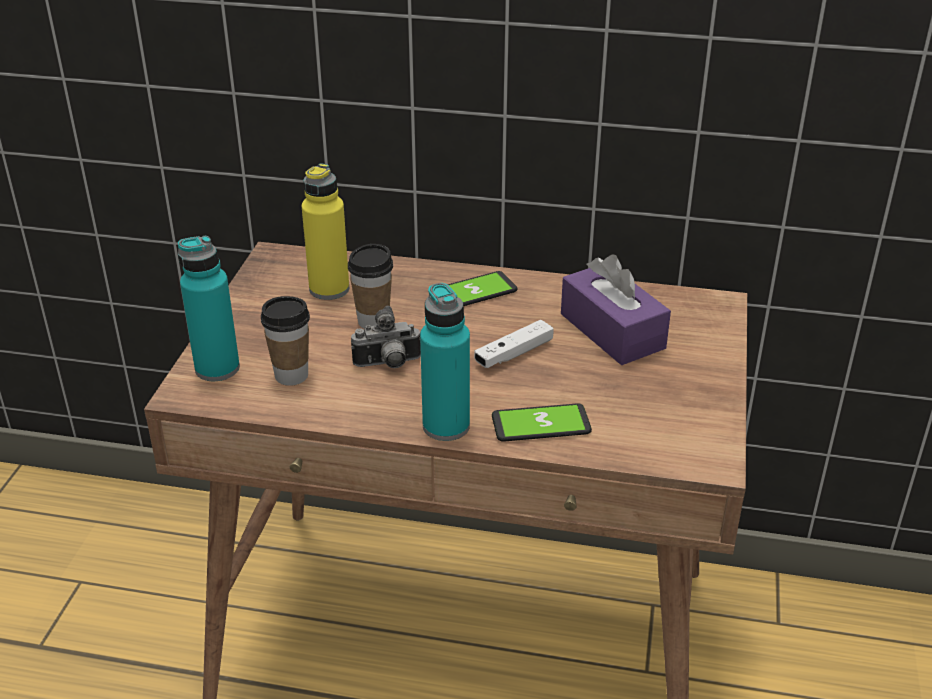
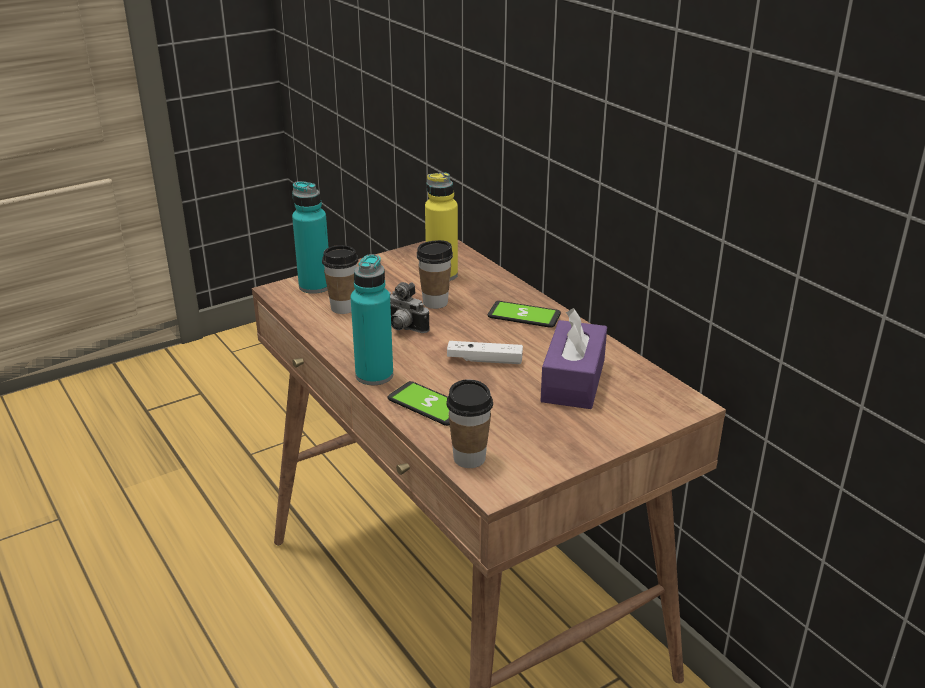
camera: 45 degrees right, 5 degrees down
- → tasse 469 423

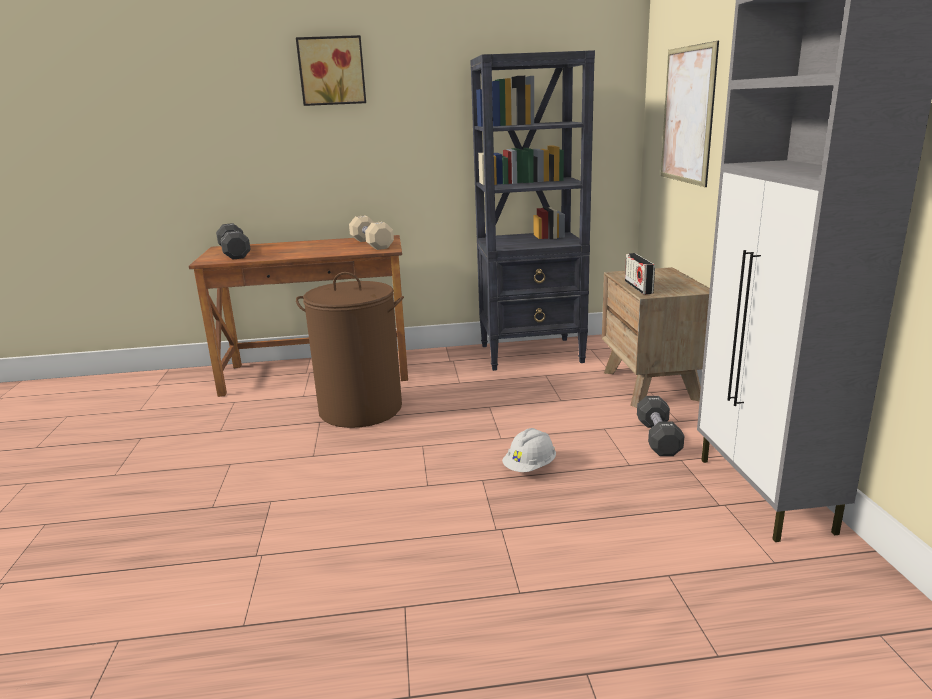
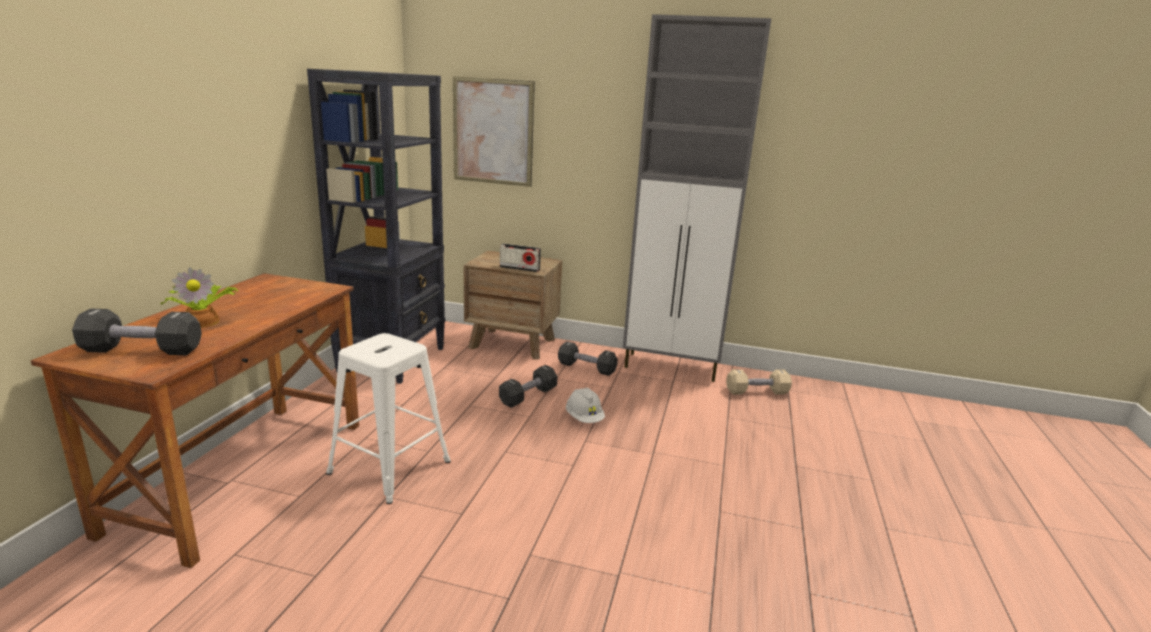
camera: 70 degrees left, 0 degrees up
tableau 331 70 → -
- → plante en pot 199 297
- → haltère (noir) 528 386
haltère (beige) 371 232 → haltère (beige) 759 381, moved
panier à linge (marron) 350 350 → tabouret (blanc) 388 418

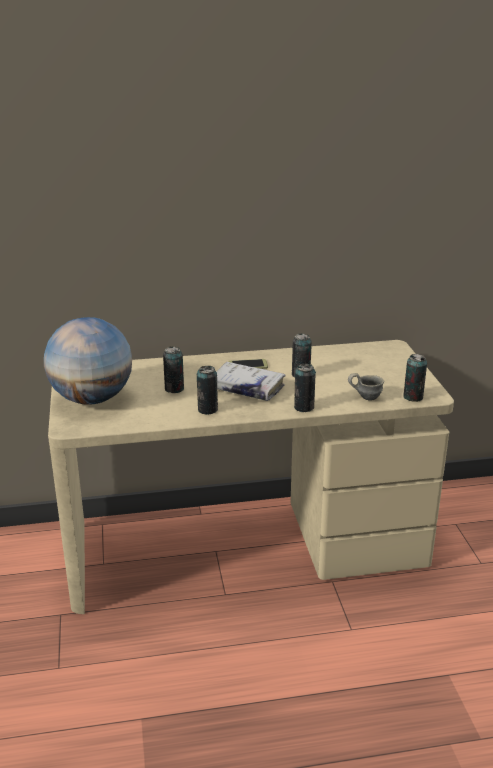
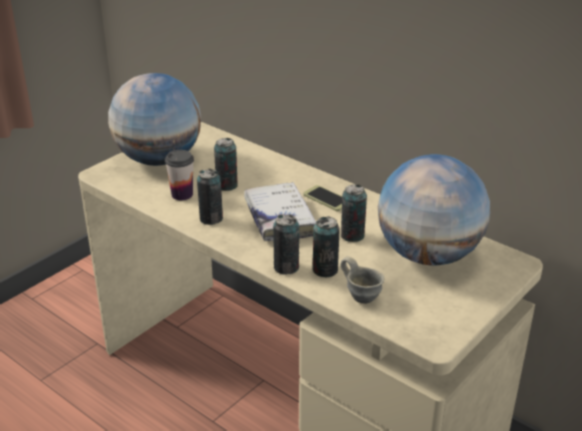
camera: 50 degrees right, 5 degrees up
- → tasse 179 175
- → globe 434 209
boîte métallique 415 378 → boîte métallique 325 247, moved

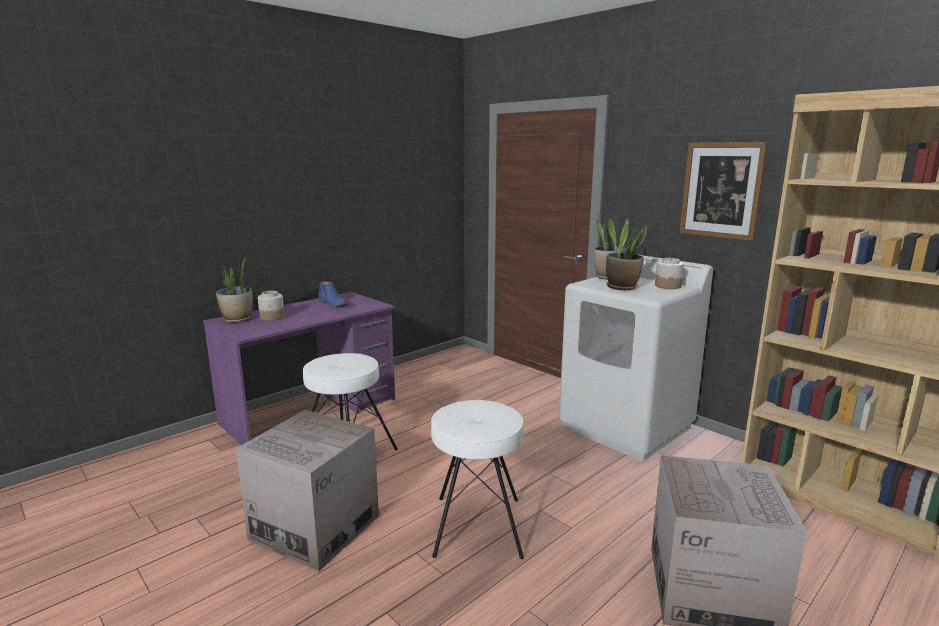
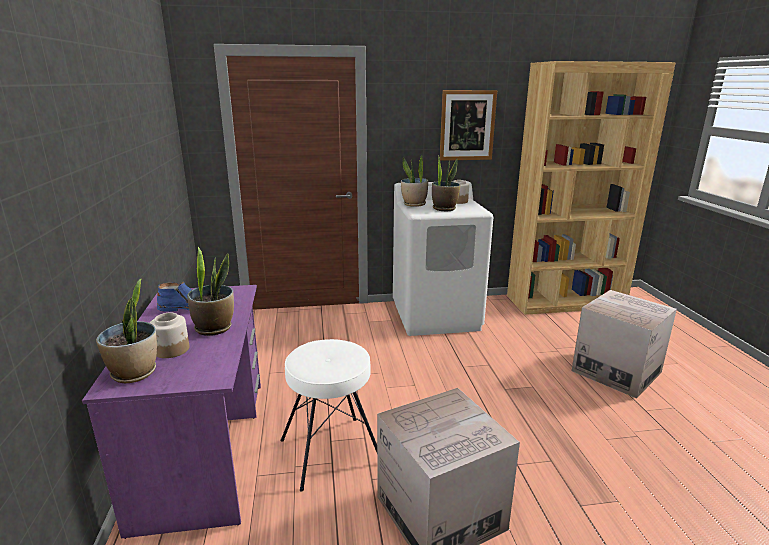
camera: 55 degrees left, 5 degrees up
tabouret (blanc) 477 479 → -
- → plante en pot 210 291

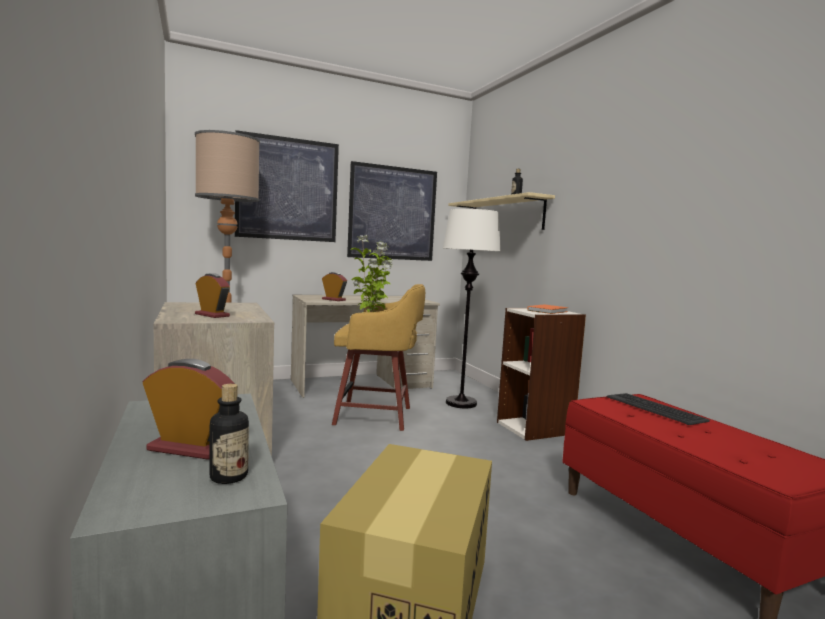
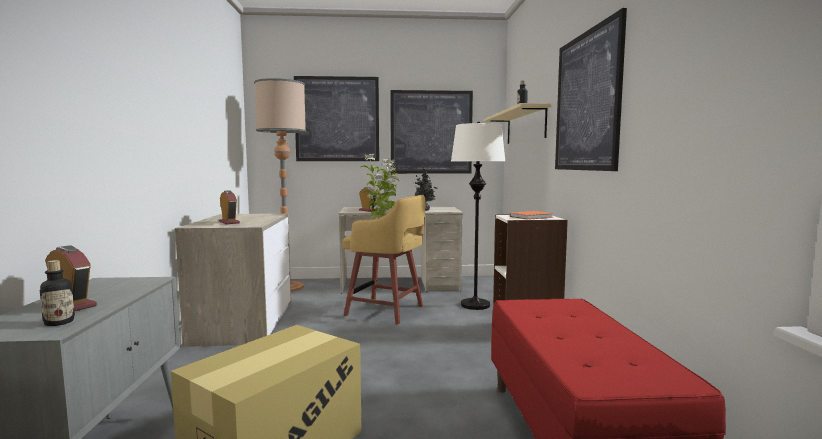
camera: 20 degrees right, 0 degrees up
clavier 658 409 → -
- → plante en pot 426 189
- → tableau 591 89

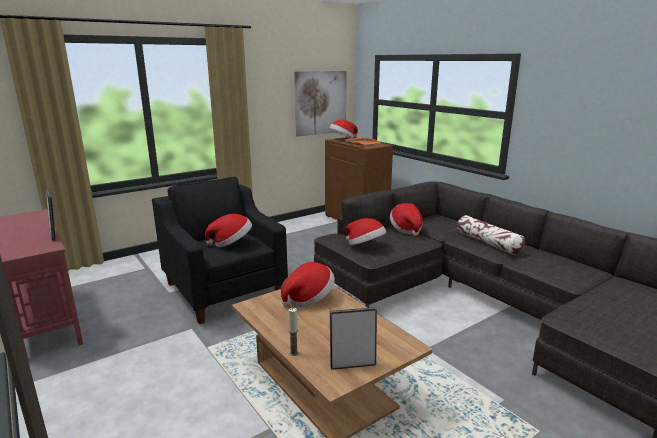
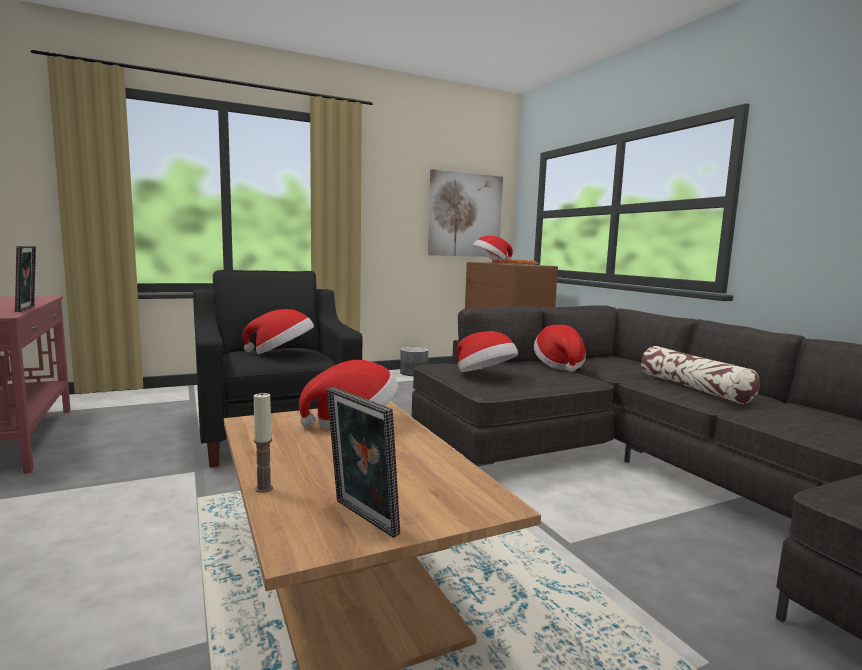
camera: 10 degrees right, 10 degrees down
- → cache-pot (gris) 414 361
cadre photo 353 338 → cadre photo 363 462, 135 degrees counterclockwise

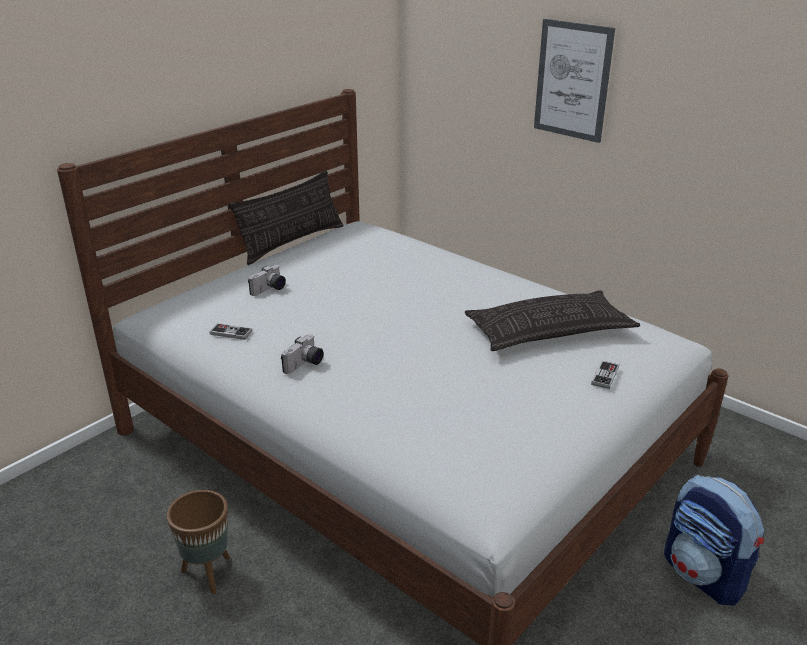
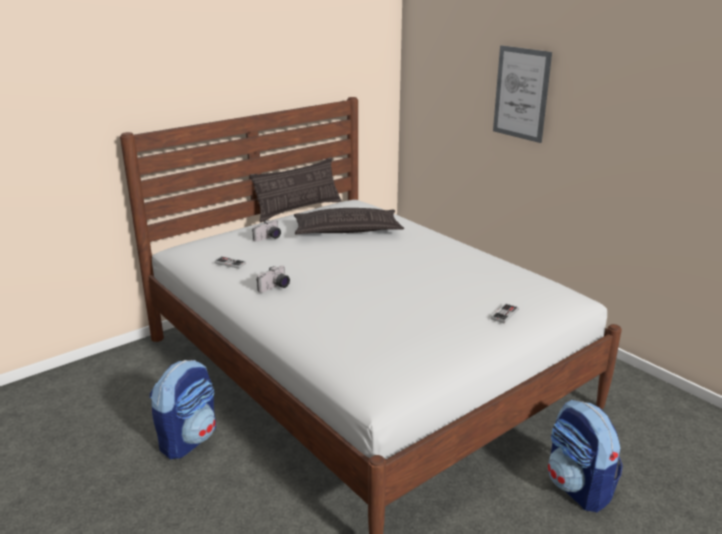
camera: 10 degrees right, 5 degrees down
coussin 552 320 → coussin 349 221, moved
cache-pot (marron) 198 542 → sac à dos 182 409

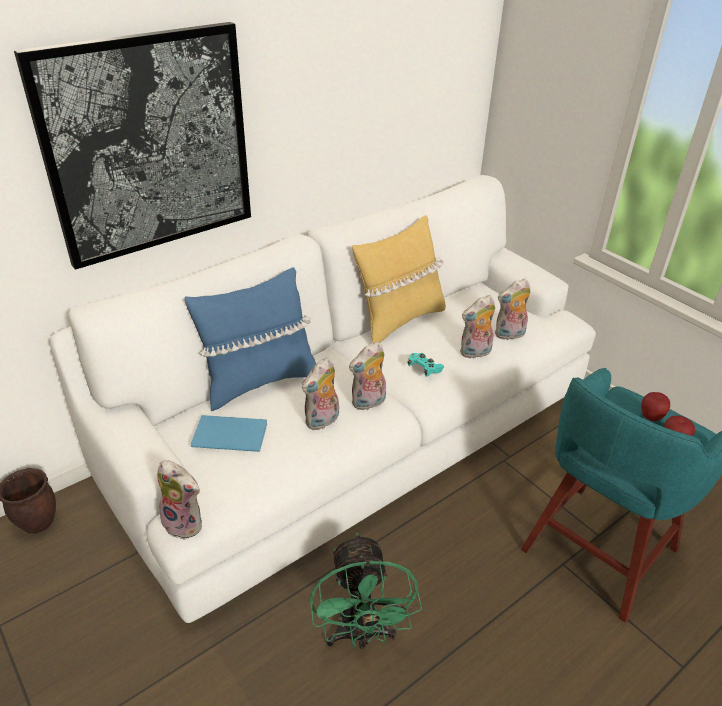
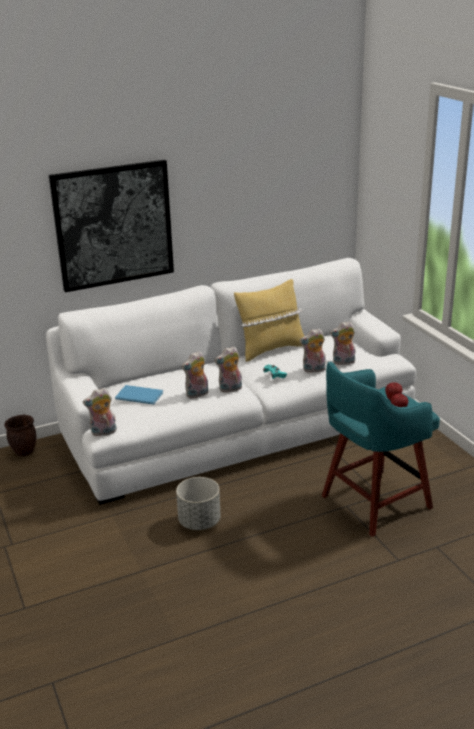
camera: 15 degrees right, 10 degrees down
coussin (bleu) 250 339 → -
ventilateur (vert) 366 590 → cache-pot (gris) 198 503
peluche 179 500 → peluche 100 412, 120 degrees clockwise

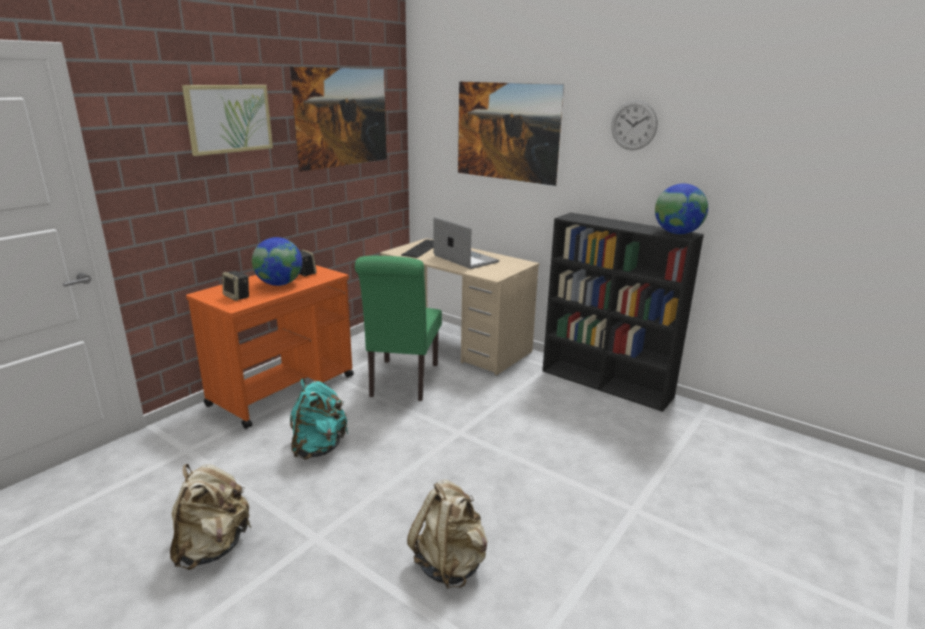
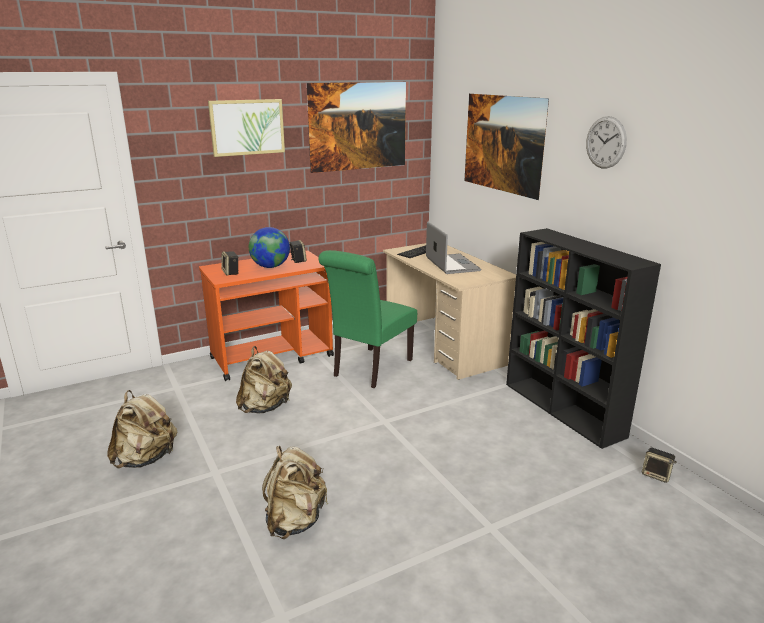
camera: 25 degrees right, 0 degrees up
globe 681 209 → -
- → enceinte 659 465
sac à dos (turquoise) 319 419 → sac à dos (beige) 264 380

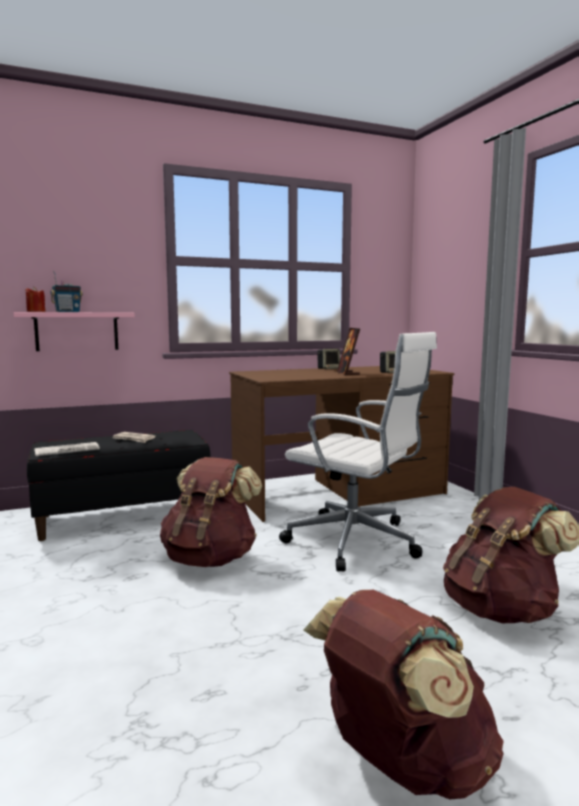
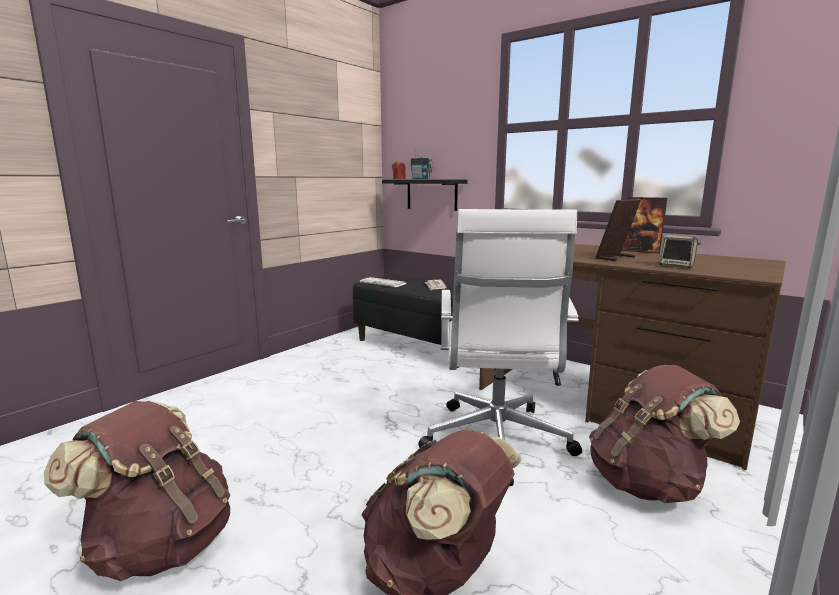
camera: 60 degrees right, 5 degrees up
sac à dos (marron) 211 512 → sac à dos (marron) 664 434, moved
enceinte 328 359 → cadre photo 644 225
étagère (rose) 74 331 → étagère (noir) 424 195

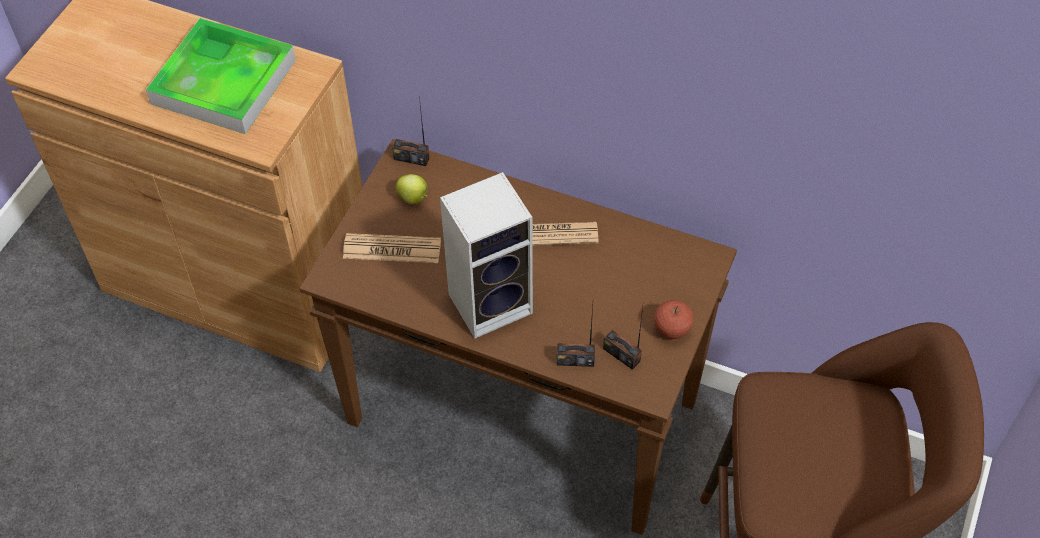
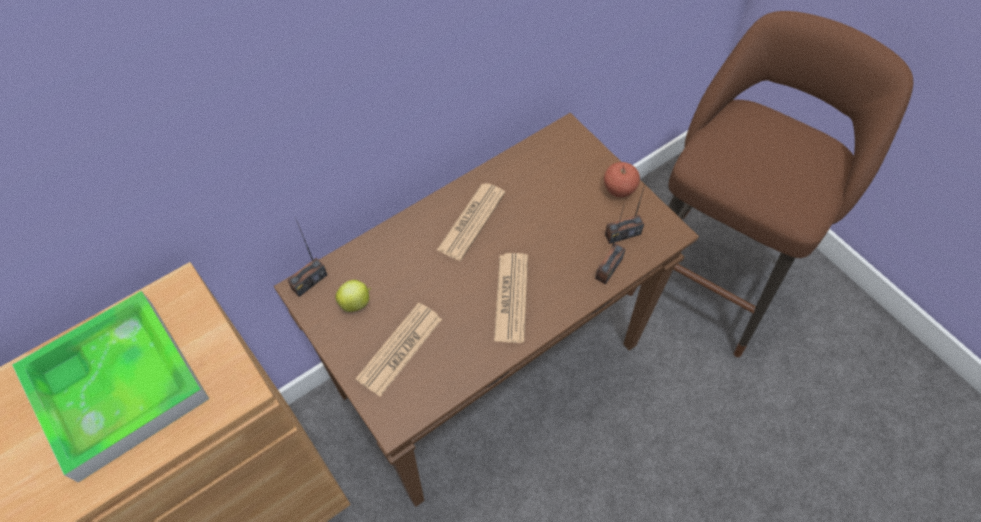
camera: 60 degrees left, 5 degrees up
enceinte 486 255 → journal 511 298

